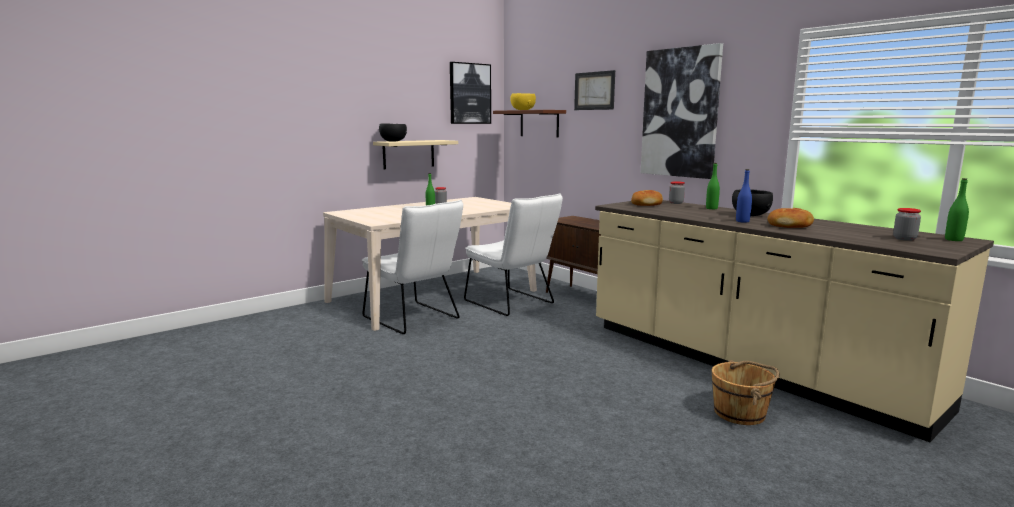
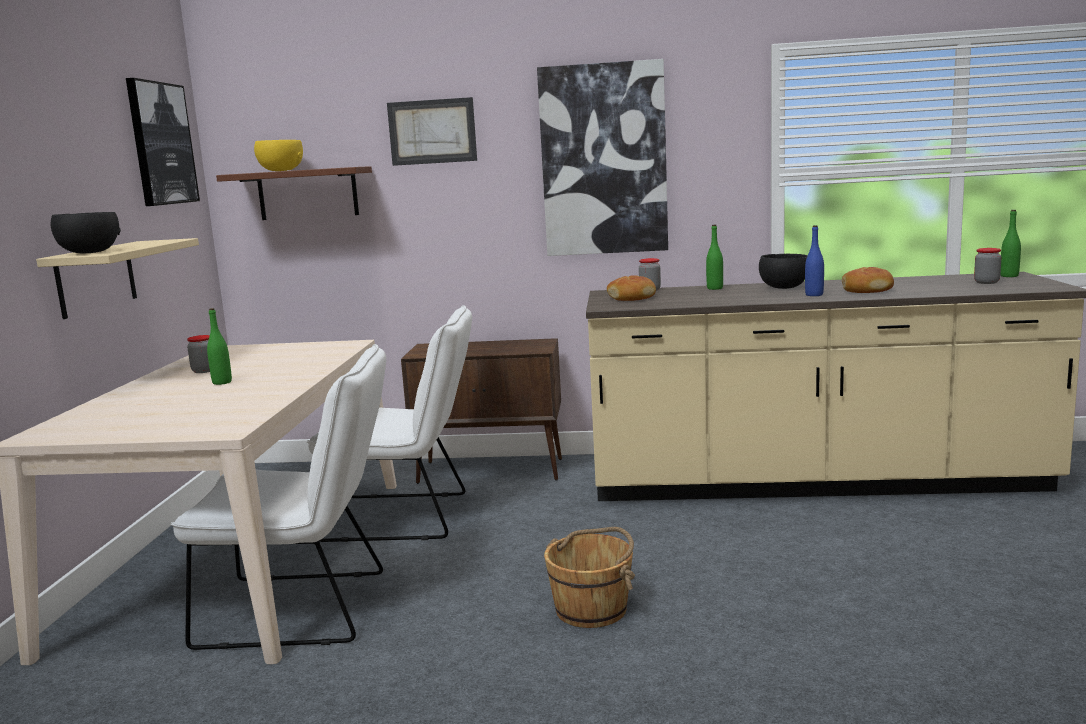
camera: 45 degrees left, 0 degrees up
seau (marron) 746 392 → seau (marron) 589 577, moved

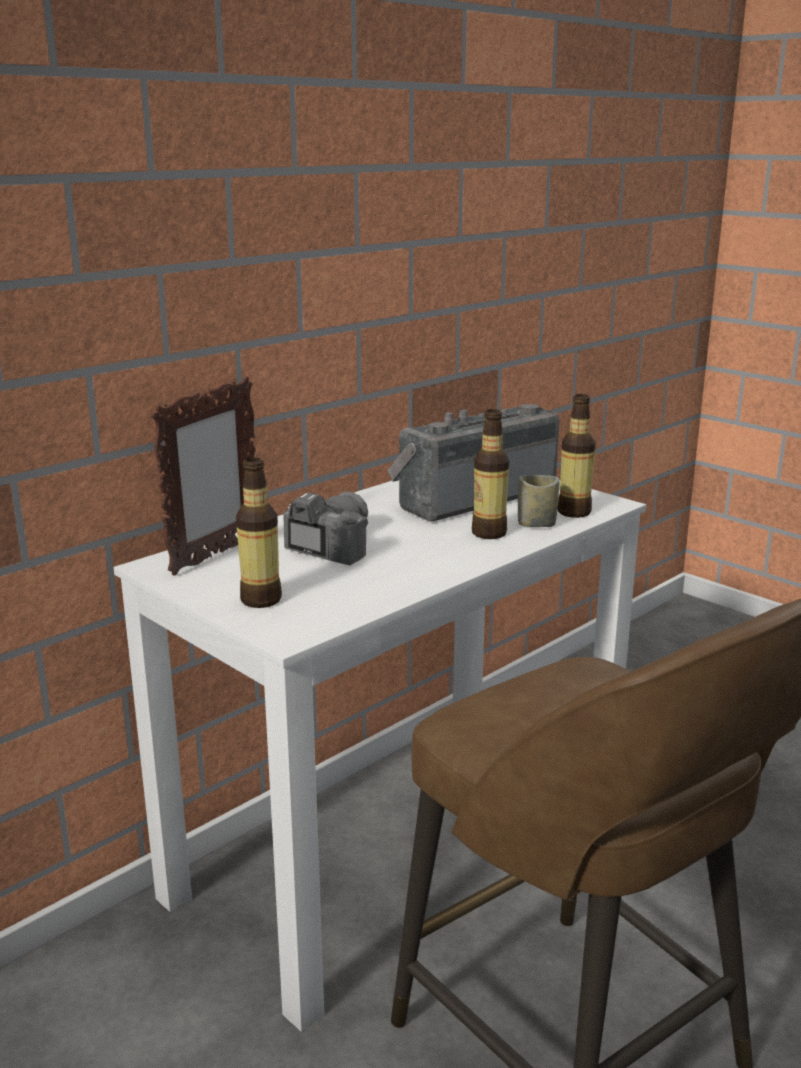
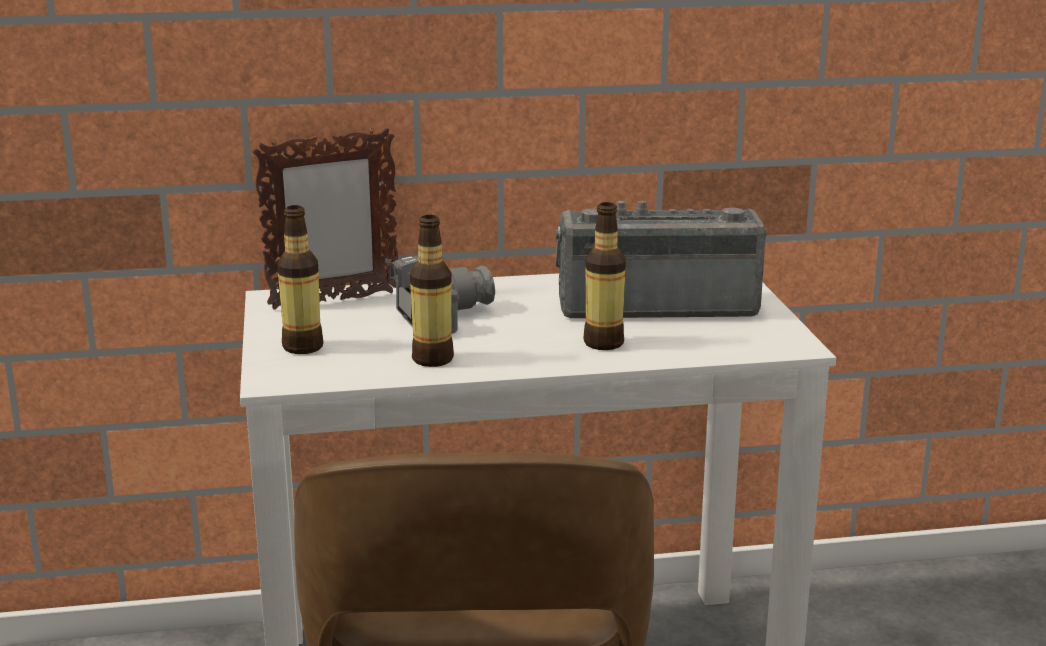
camera: 35 degrees right, 0 degrees up
tasse 538 501 → -
bouteille 577 456 → bouteille 432 291, moved

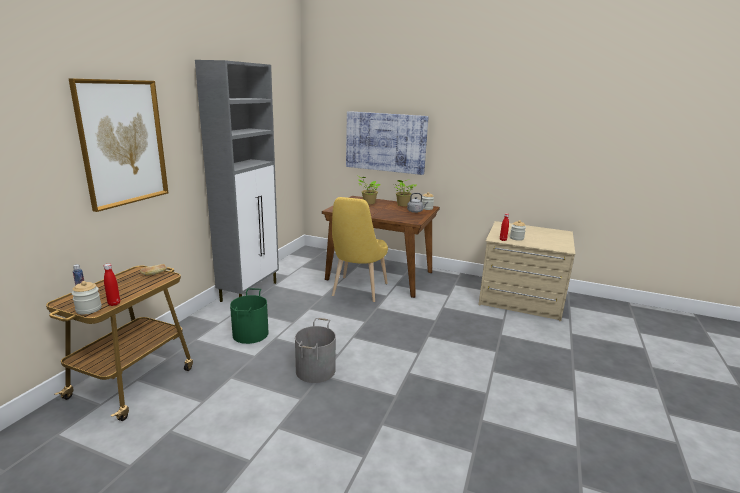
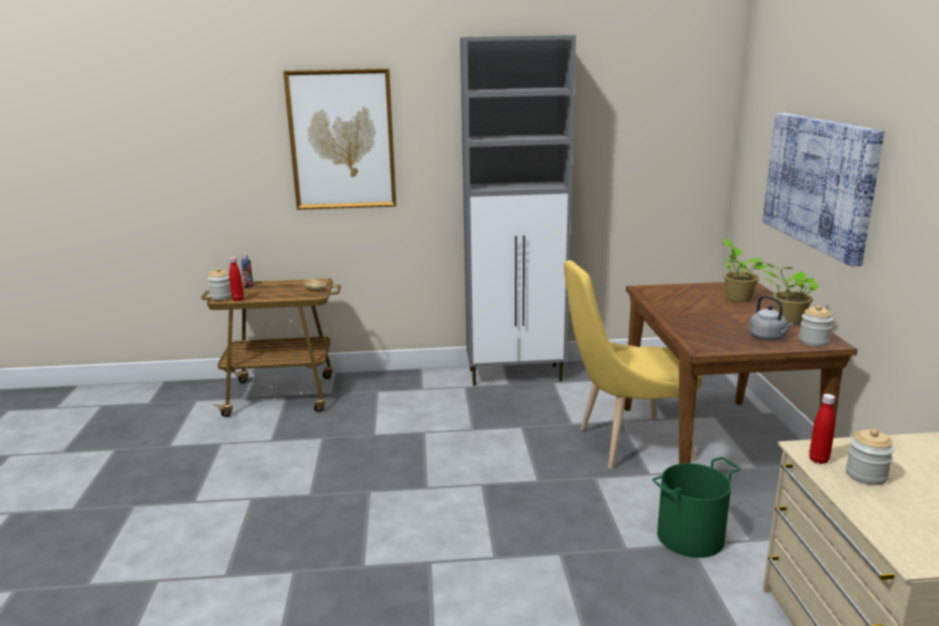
camera: 65 degrees right, 0 degrees up
seau (gris) 315 350 → -
seau (vert) 249 316 → seau (vert) 696 507, moved

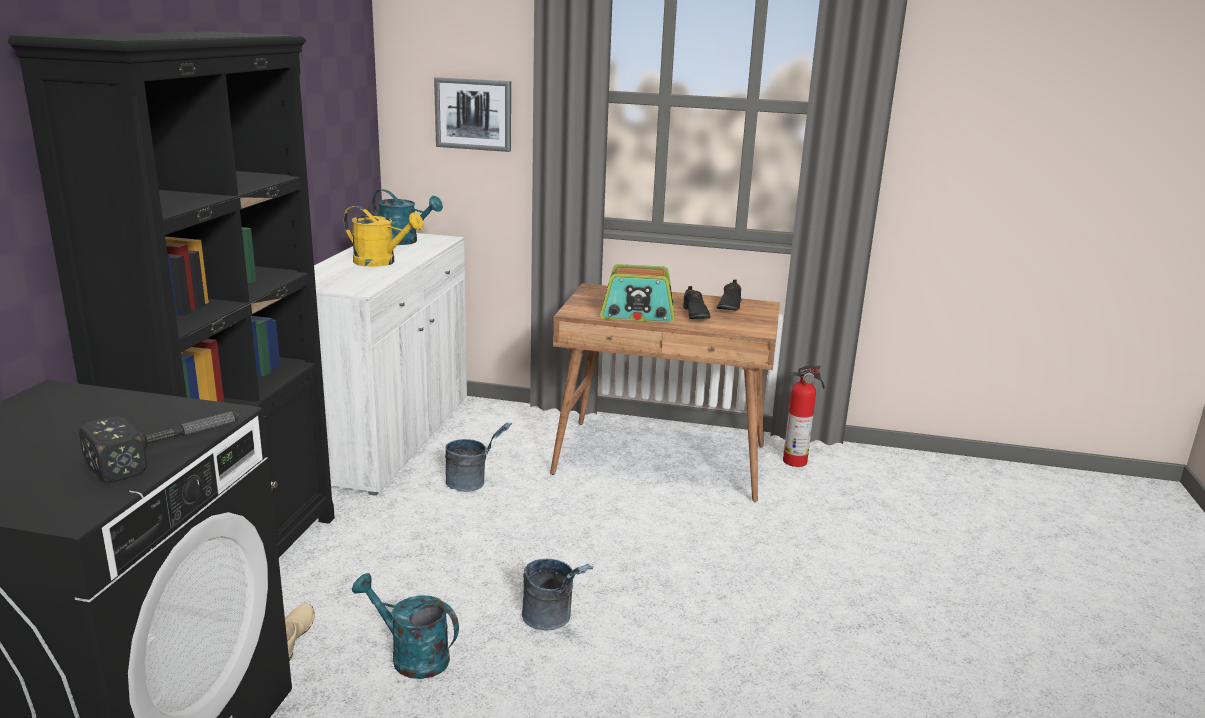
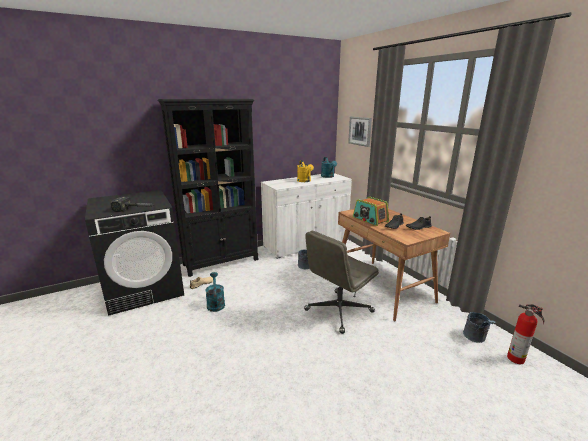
camera: 50 degrees right, 0 degrees up
- → chaise de bureau (gris) 341 282
seau (gris) 557 594 → seau (gris) 479 327, moved
extincteur 803 416 → extincteur 525 334, moved

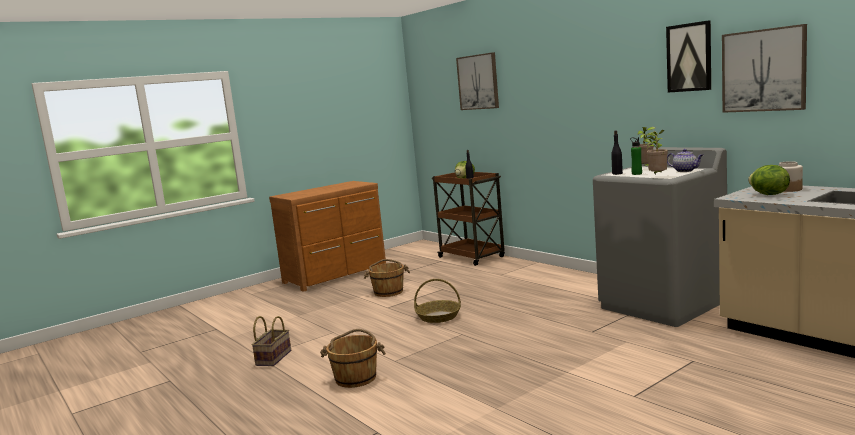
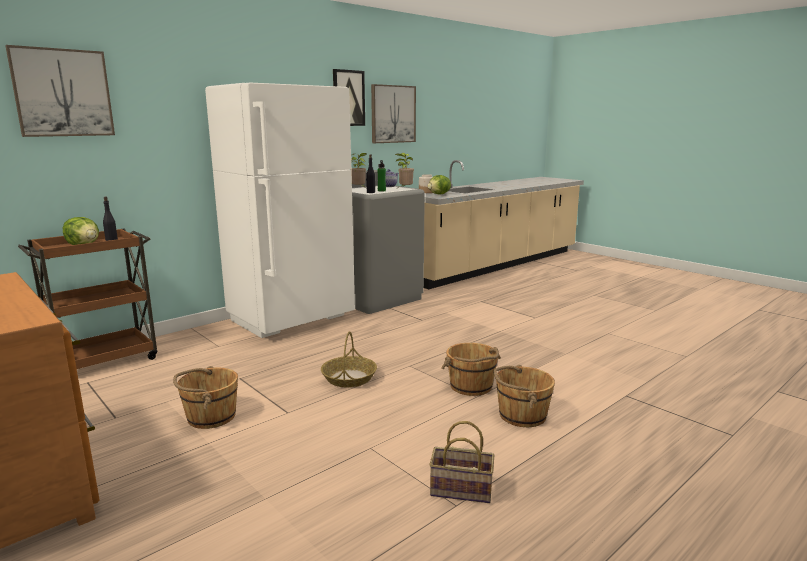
camera: 95 degrees left, 5 degrees up
- → réfrigérateur (blanc) 280 210
- → seau (marron) 471 369

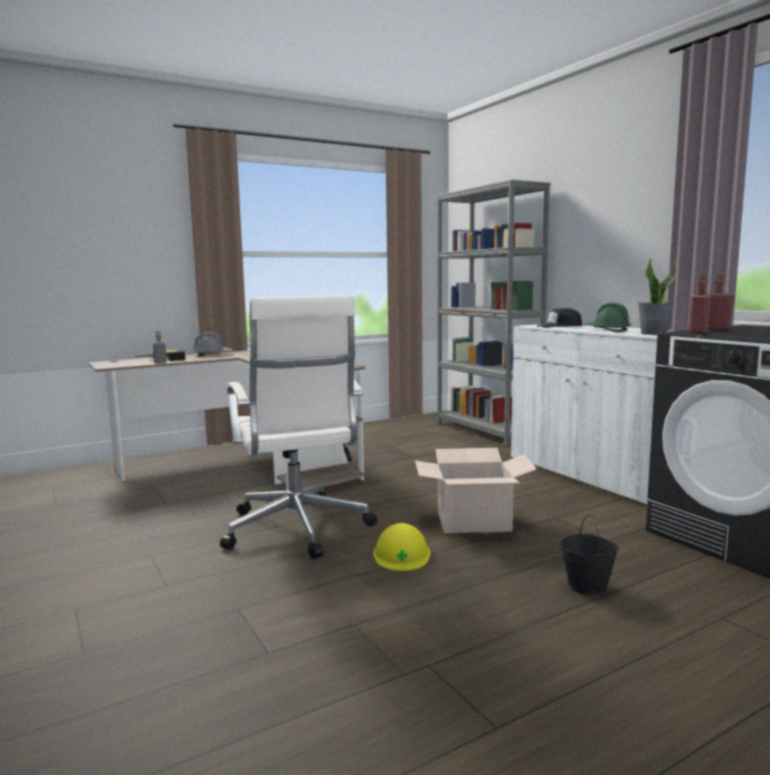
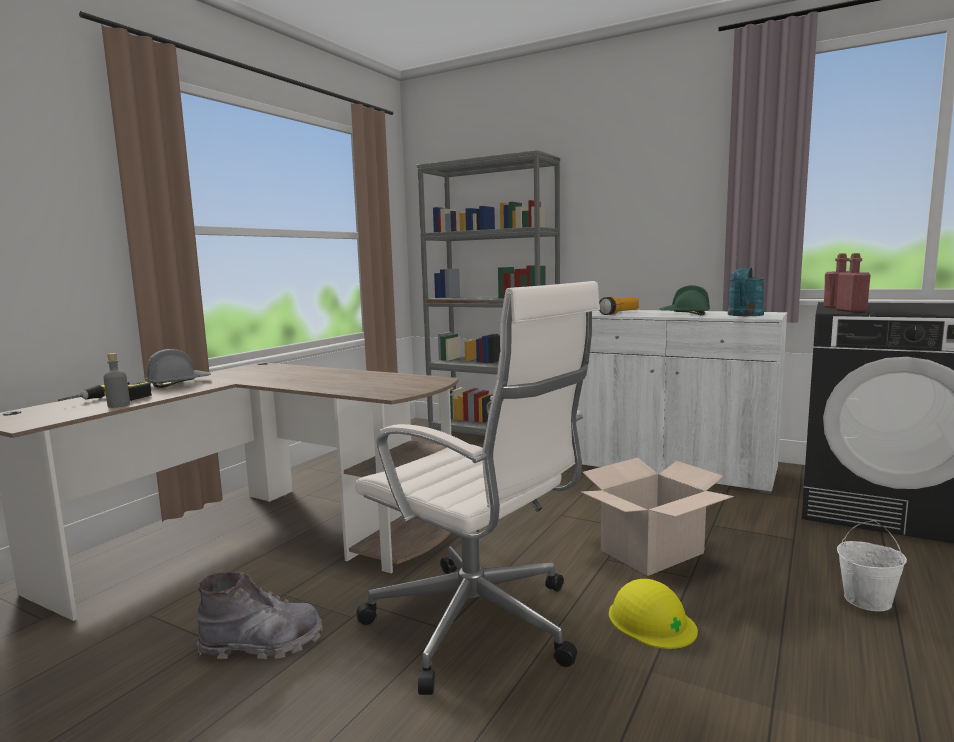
camera: 30 degrees left, 0 degrees up
- → botte (gris) 260 615
casquette (noir) 559 318 → lampe de poche 619 306
plante en pot 657 296 → arrosoir (turquoise) 746 292
seau (noir) 589 555 → seau (blanc) 872 566

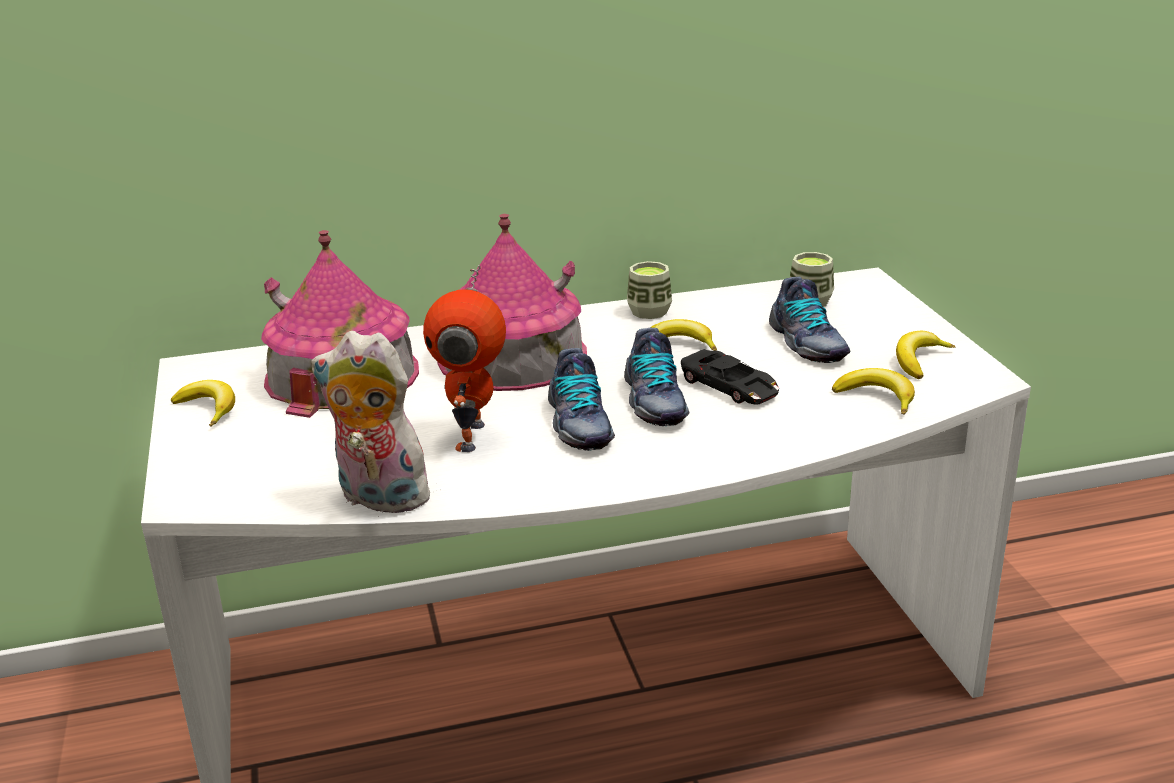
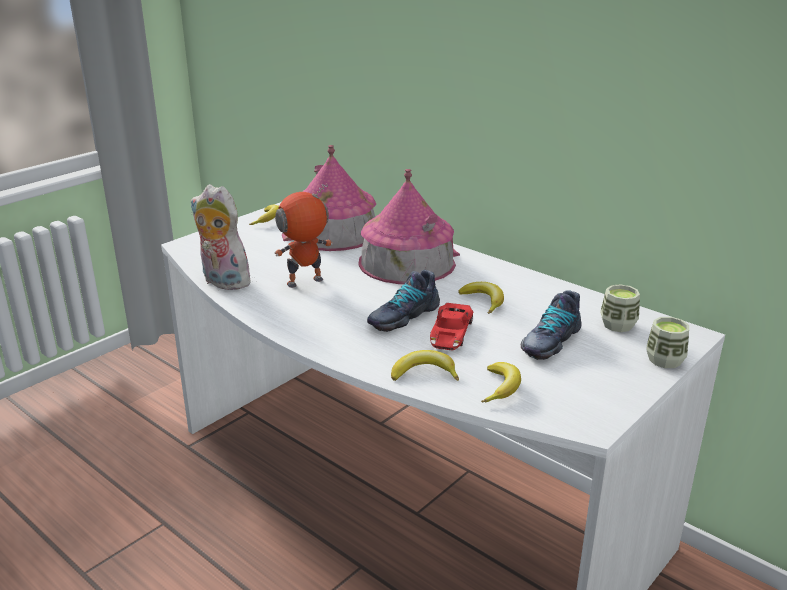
camera: 55 degrees right, 0 degrees up
chaussure 581 399 → -
tasse 649 290 → tasse 667 342, moved
banane 925 355 → banane 425 365, moved
petite voiture (noir) 730 377 → petite voiture (rouge) 451 326
peluche 372 424 → peluche 221 237, 45 degrees counterclockwise

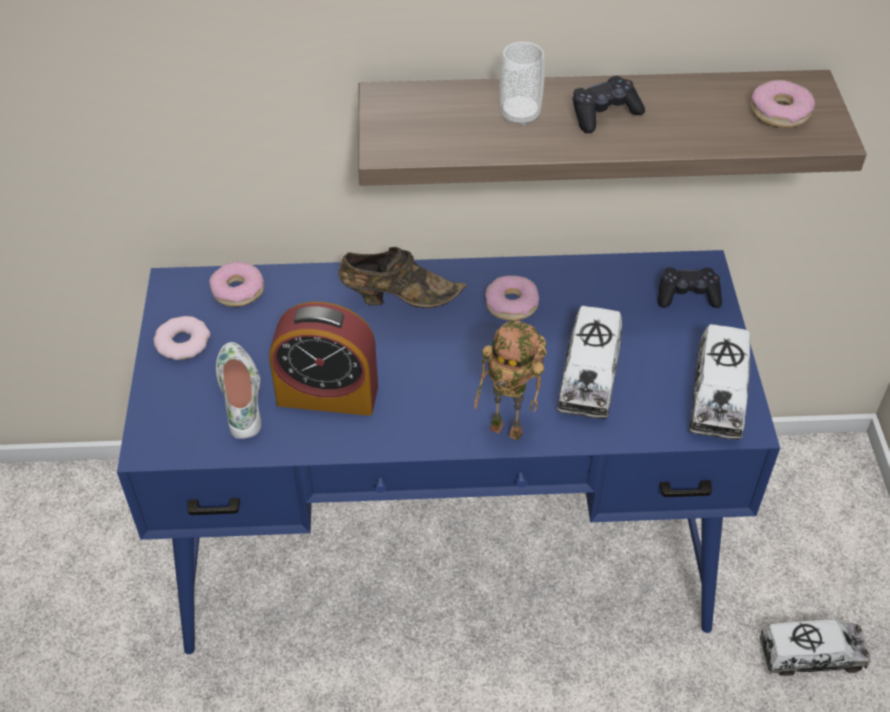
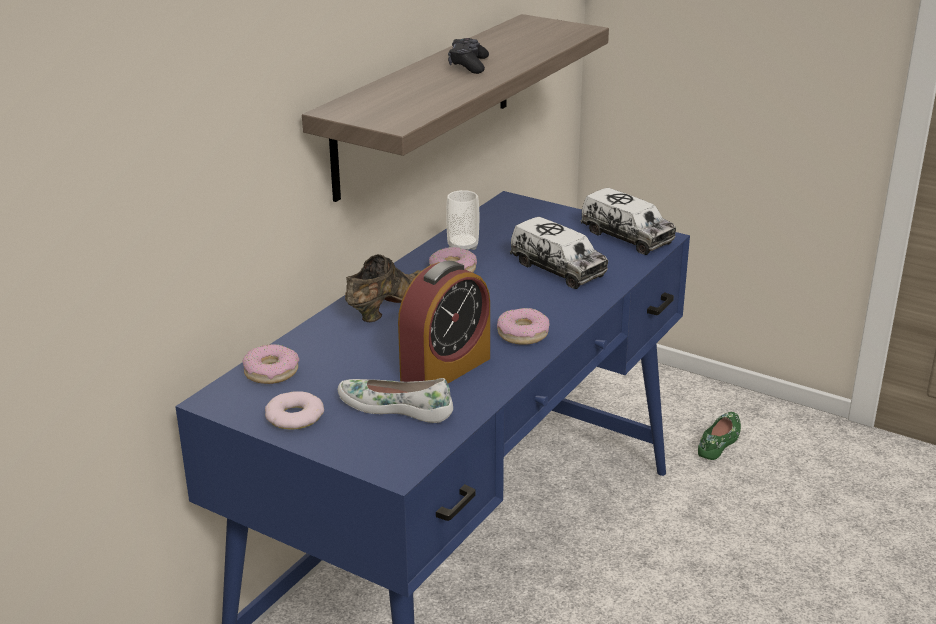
camera: 55 degrees left, 20 degrees down
robot jouet 510 380 → -
manette (noir) 690 287 → -
tasse 522 84 → tasse 462 220, moved
beignet 783 104 → beignet 523 326, moved
camion jouet 814 648 → chaussure (vert) 719 436

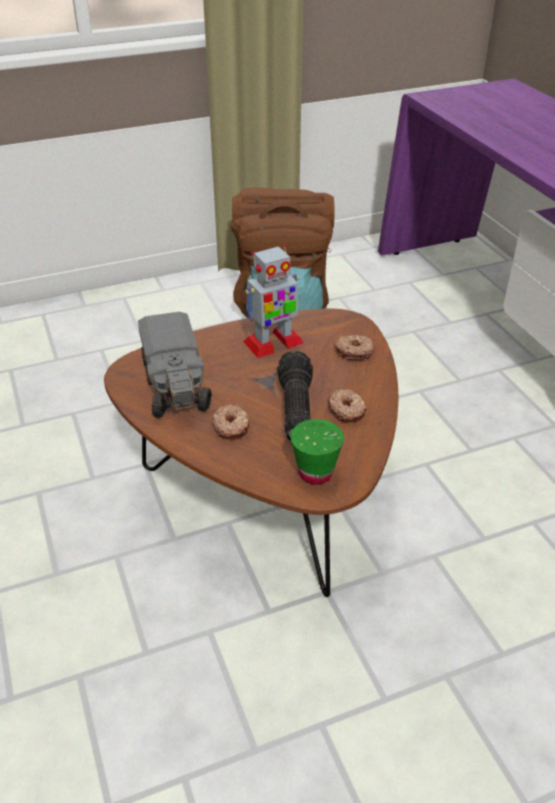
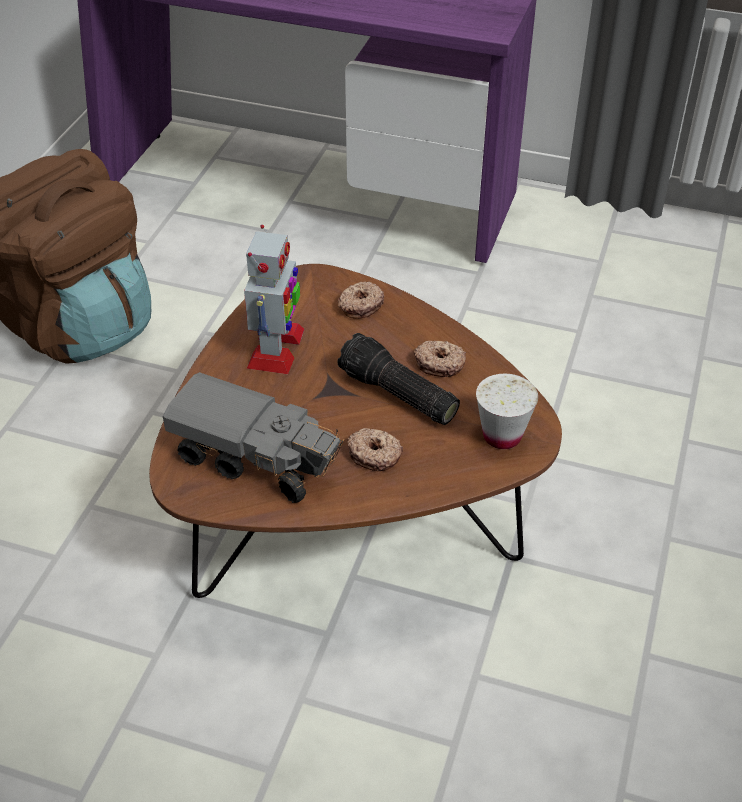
camera: 50 degrees left, 5 degrees up
tasse (vert) 317 452 → tasse (blanc) 507 411

